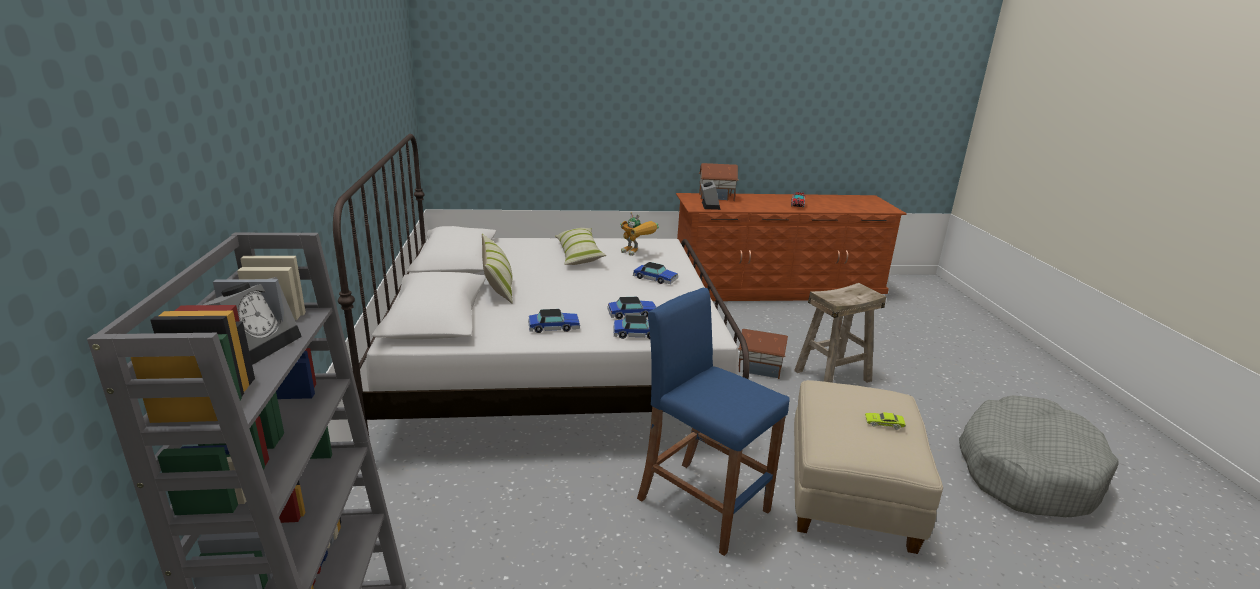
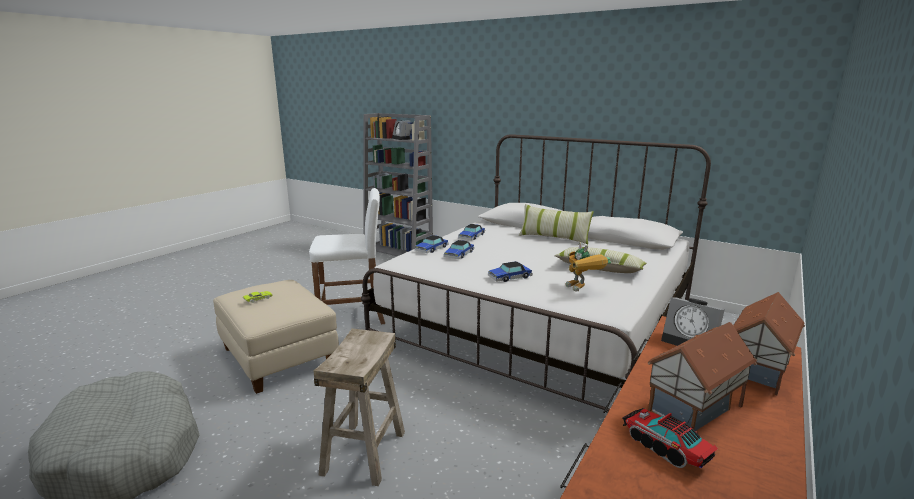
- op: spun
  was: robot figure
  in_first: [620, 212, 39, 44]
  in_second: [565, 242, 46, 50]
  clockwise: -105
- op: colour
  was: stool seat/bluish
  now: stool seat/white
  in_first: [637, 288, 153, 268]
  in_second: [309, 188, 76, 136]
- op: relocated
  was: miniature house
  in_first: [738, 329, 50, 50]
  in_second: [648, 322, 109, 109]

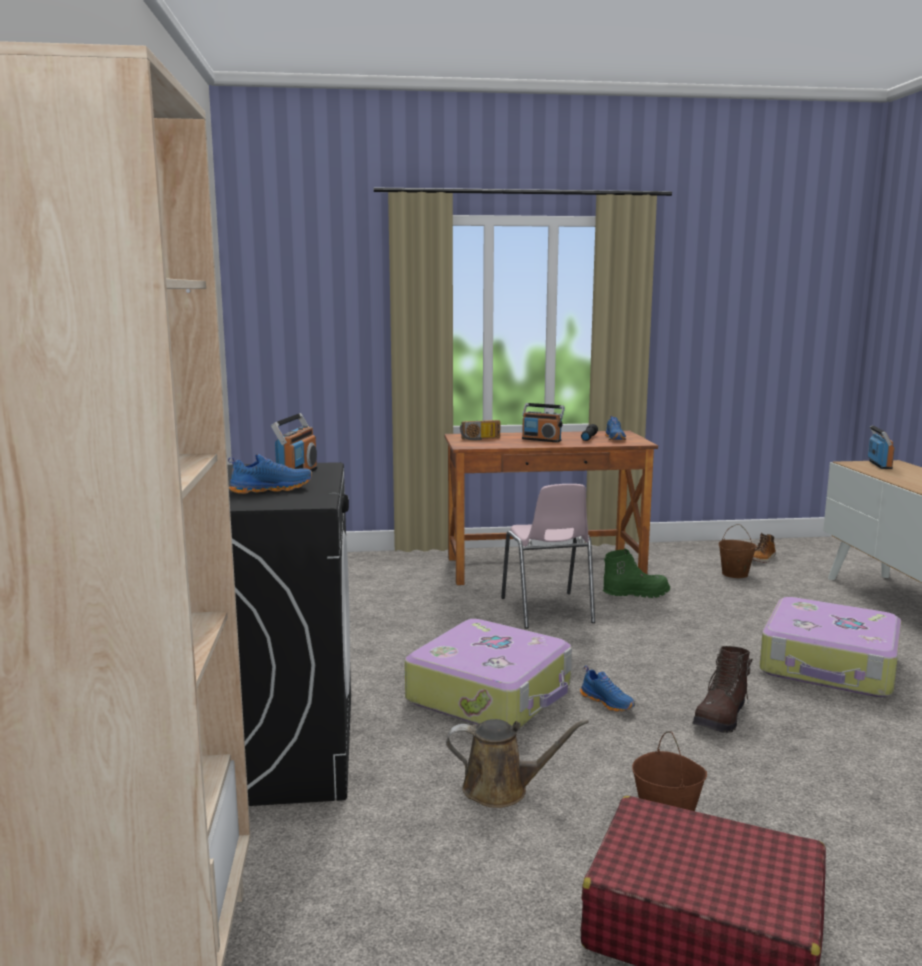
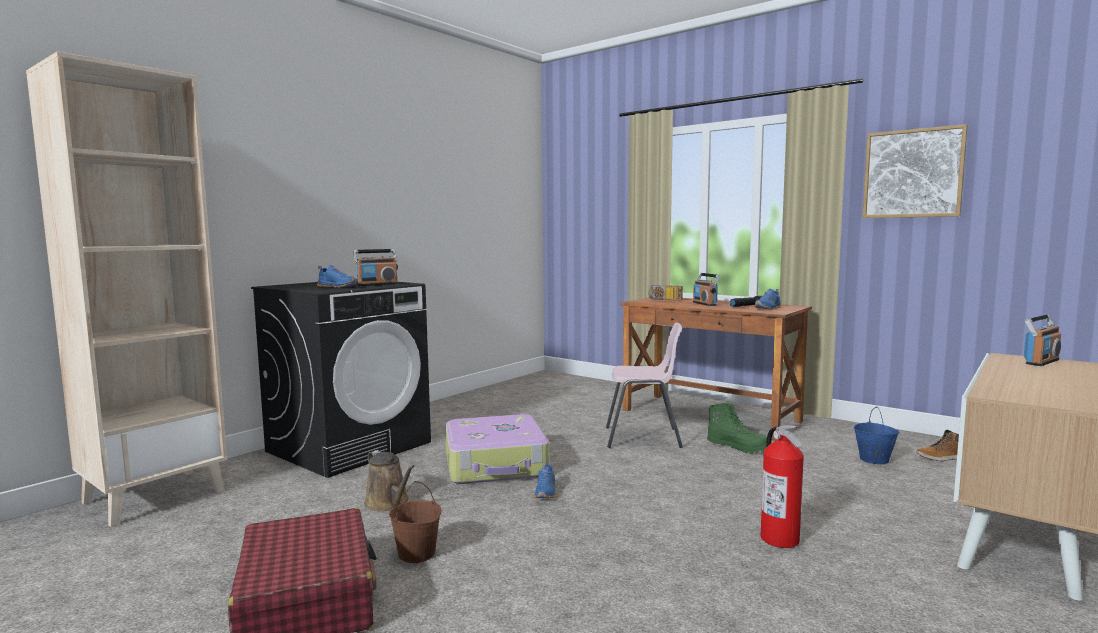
- op: spun
  was: plain chair/pinkish
  in_first: [501, 484, 94, 145]
  in_second: [606, 323, 77, 125]
  clockwise: -120
- op: missing
  was: high-top boot/brown-coloured
  in_first: [692, 646, 61, 87]
- op: colour
  was: water bucket/brown-coloured
  now: water bucket/bluish
  in_first: [719, 524, 38, 54]
  in_second: [854, 407, 45, 57]
- op: exchanged
  was: travel case
  now: fire-fighting cylinder
  in_first: [759, 597, 143, 100]
  in_second: [761, 425, 43, 123]
- op: appeared
  now: picture
  in_second: [862, 124, 106, 94]

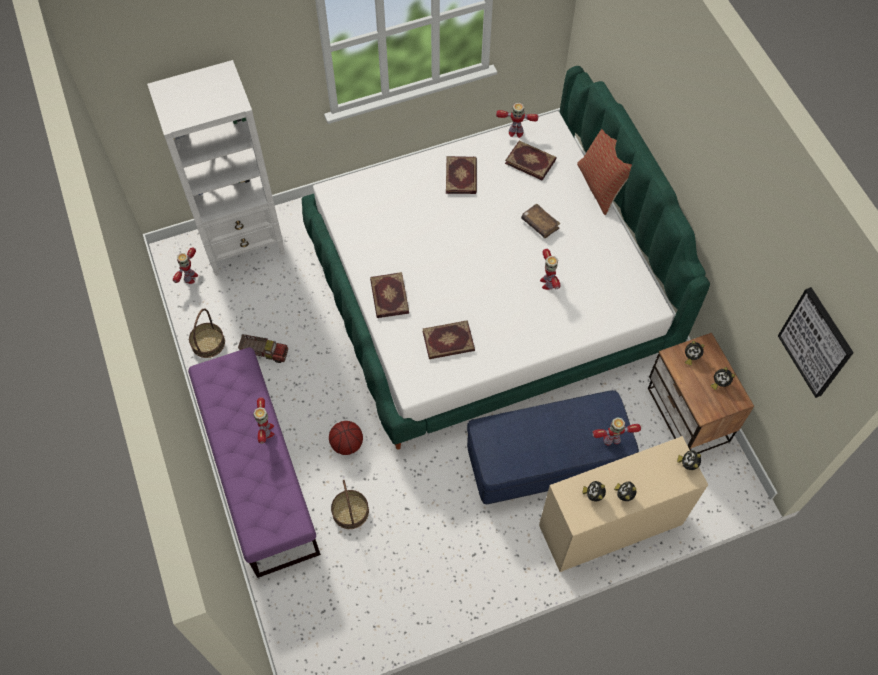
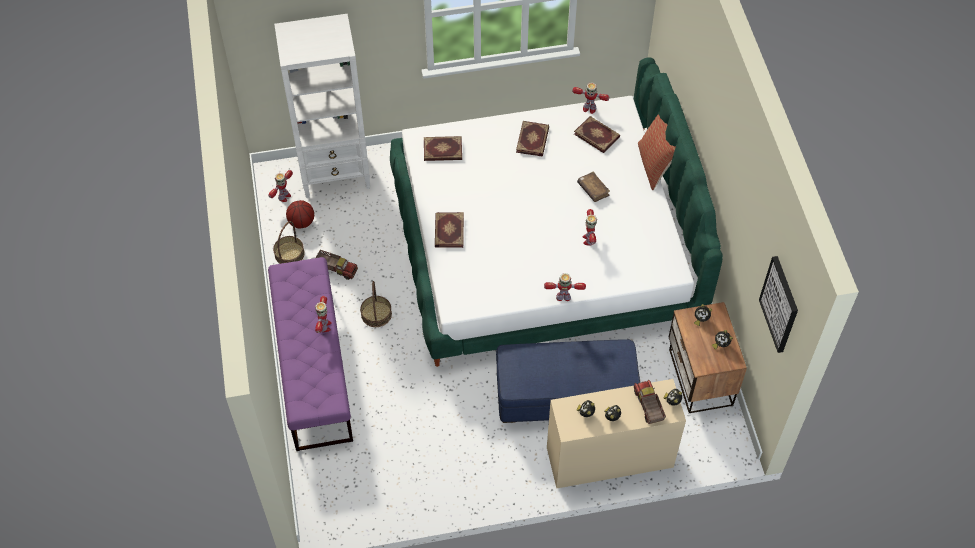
- op: relocated
  was: basketball
  in_first: [329, 421, 34, 34]
  in_second: [286, 200, 28, 28]
- op: relocated
  was: storage basket
  in_first: [331, 480, 38, 49]
  in_second: [360, 281, 32, 46]
- op: relocated
  was: book
  in_first: [423, 320, 52, 39]
  in_second: [424, 136, 38, 25]
- op: relocated
  was: robot figure
  in_first: [592, 417, 49, 28]
  in_second: [544, 273, 42, 28]
- op: appeared
  now: toy lorry
  in_second: [633, 380, 33, 44]

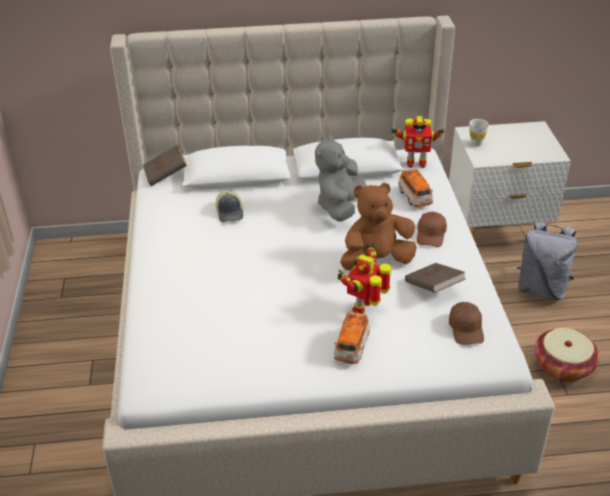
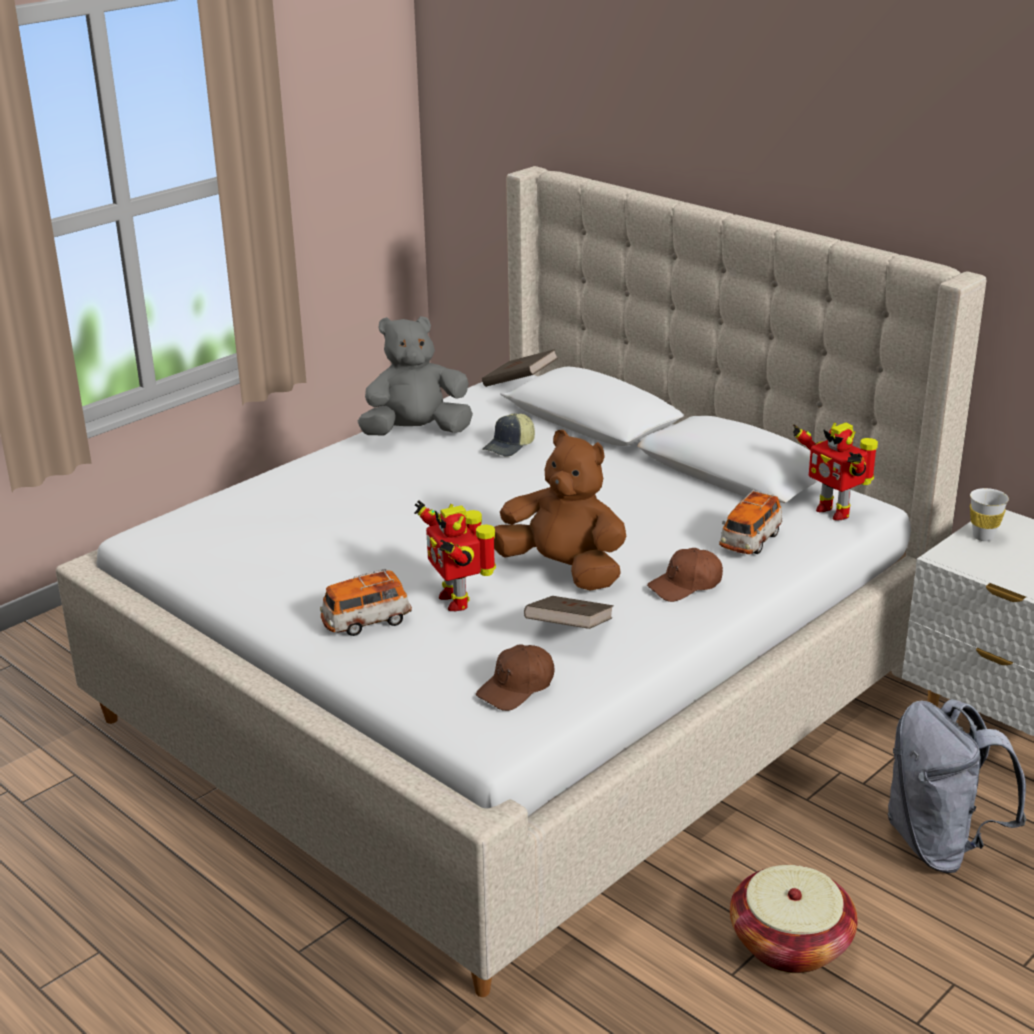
- op: relocated
  was: soft toy/gray
  in_first: [315, 135, 52, 87]
  in_second: [358, 316, 115, 119]
- op: spun
  was: robot figure
  in_first: [338, 242, 53, 72]
  in_second: [414, 500, 82, 111]
  clockwise: -105

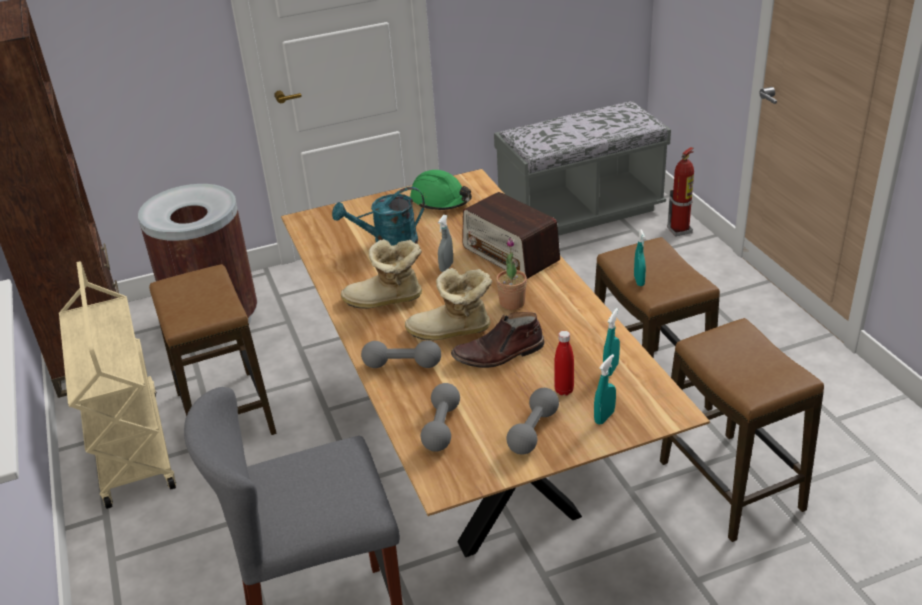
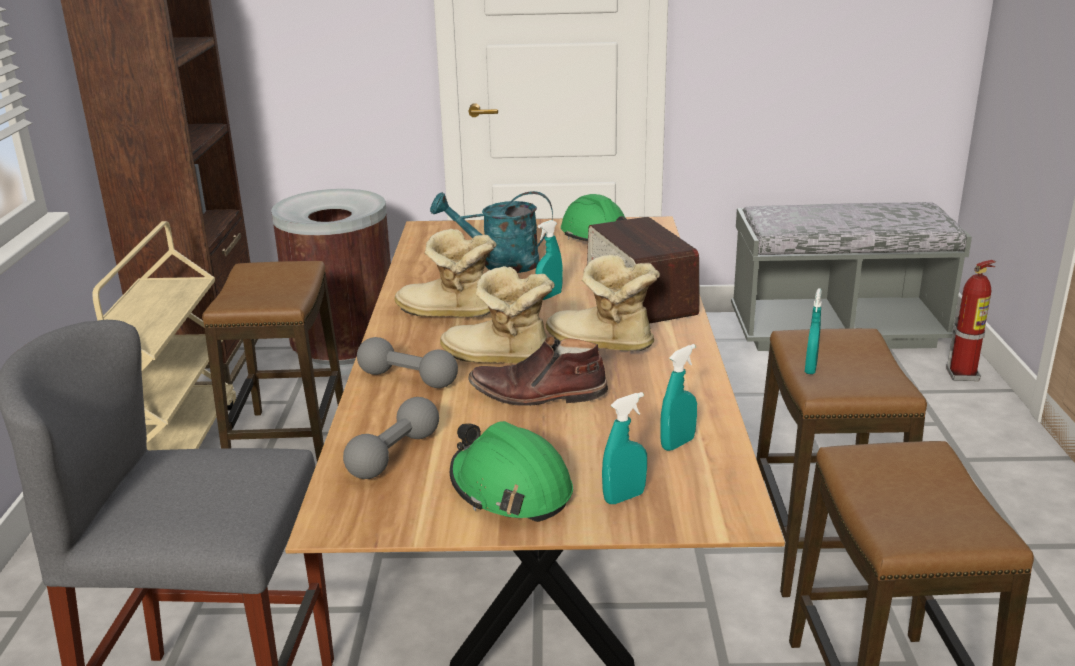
- op: colour
  was: spray bottle/gray
  now: spray bottle/turquoise-coloured
  in_first: [438, 215, 15, 57]
  in_second: [535, 220, 28, 80]
- op: exchanged
  was: potted plant
  now: high-top boot
  in_first: [496, 238, 31, 72]
  in_second: [546, 254, 114, 97]
- op: exchanged
  was: hand weight/gray
  now: safety helmet/green
  in_first: [506, 388, 53, 67]
  in_second: [450, 421, 123, 101]
- op: missing
  was: drink bottle/reddish
  in_first: [554, 331, 20, 64]

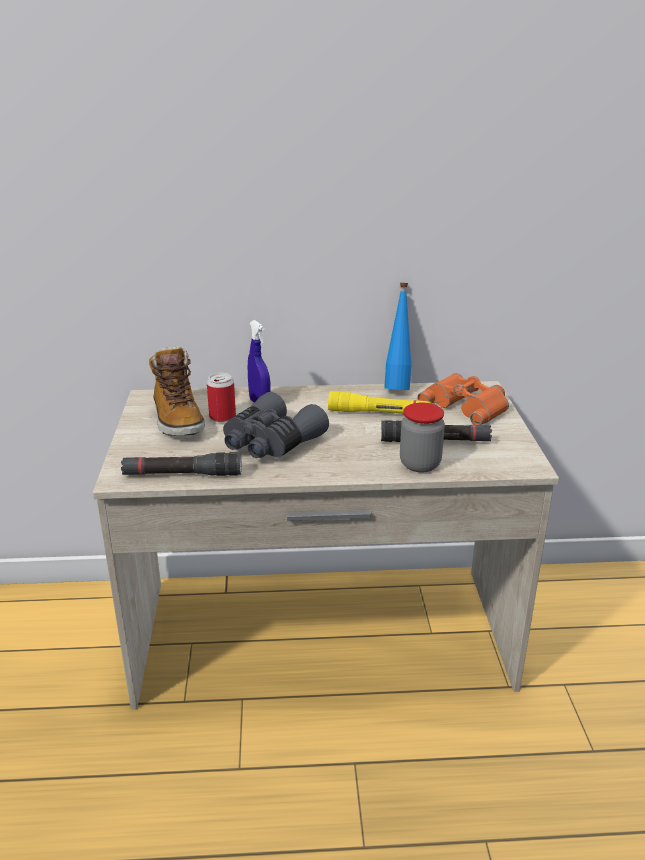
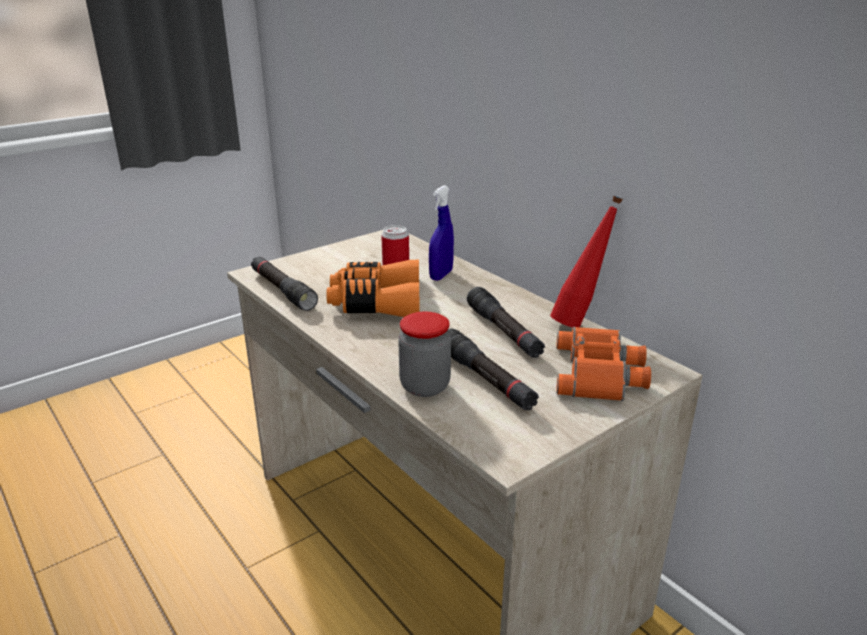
- op: missing
  was: high-top boot
  in_first: [149, 346, 56, 90]
- op: colour
  was: field glasses/gray
  now: field glasses/orange
  in_first: [223, 392, 106, 66]
  in_second: [326, 260, 94, 57]
- op: colour
  was: hand torch/yellowish
  now: hand torch/blackish
  in_first: [328, 391, 104, 23]
  in_second: [467, 287, 78, 71]
- op: colour
  was: drink bottle/bluish
  now: drink bottle/reddish
  in_first: [384, 283, 27, 107]
  in_second: [550, 195, 73, 132]

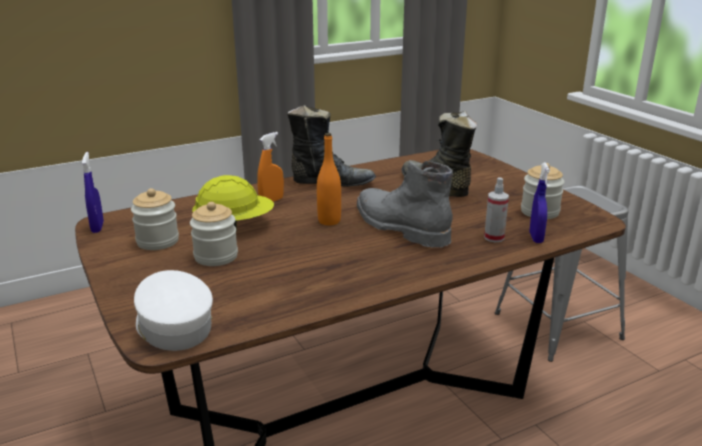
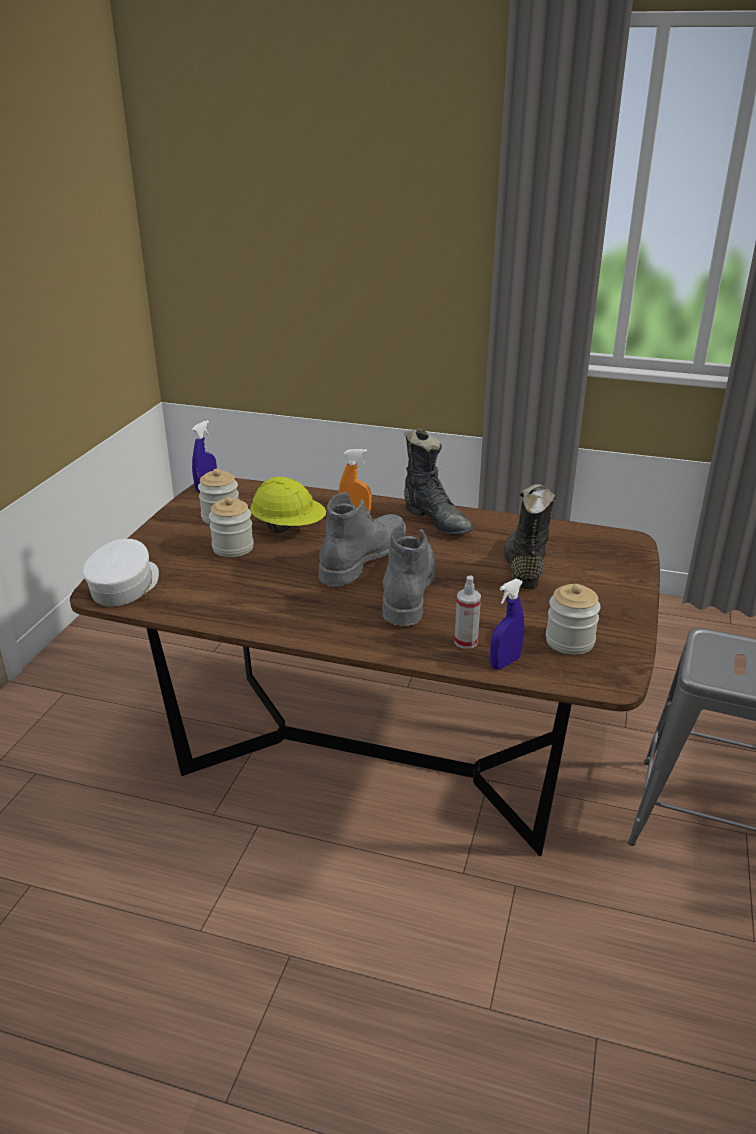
- op: exchanged
  was: drink bottle/orange
  now: high-top boot/gray
  in_first: [317, 133, 24, 92]
  in_second: [318, 492, 88, 94]

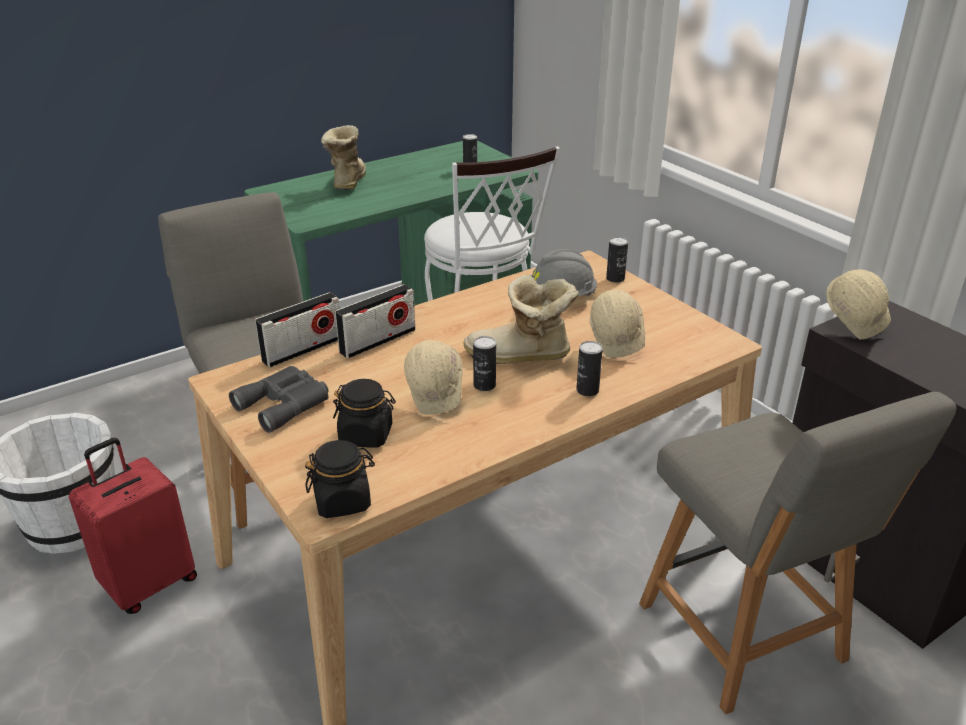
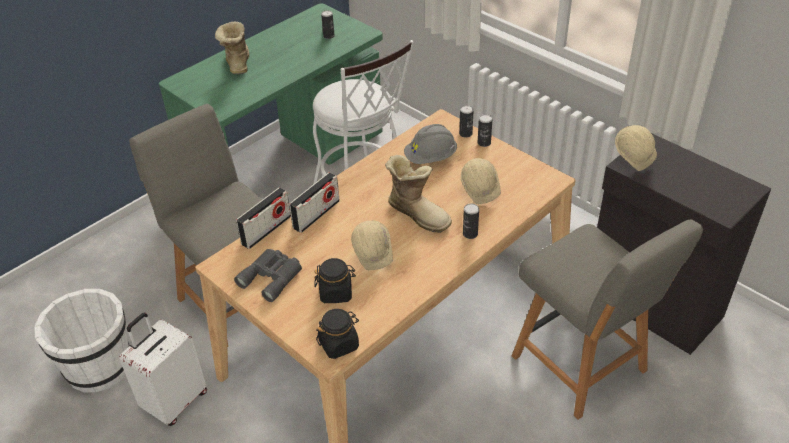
- op: colour
  was: travel case/reddish
  now: travel case/white
  in_first: [69, 438, 128, 176]
  in_second: [119, 313, 88, 113]
- op: spun
  was: high-top boot
  in_first: [463, 275, 116, 89]
  in_second: [385, 155, 67, 78]
  clockwise: -135
- op: relocated
  was: can
  in_first: [473, 336, 23, 55]
  in_second: [478, 114, 14, 33]

